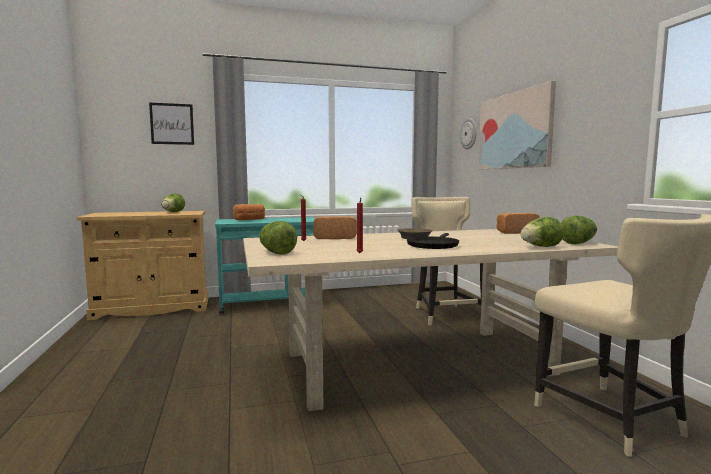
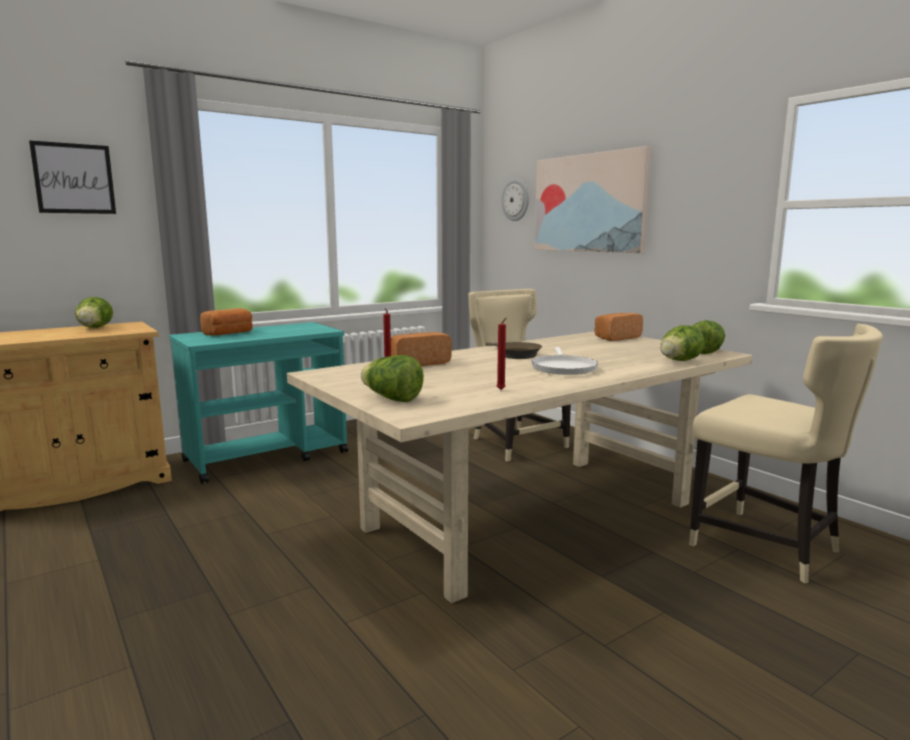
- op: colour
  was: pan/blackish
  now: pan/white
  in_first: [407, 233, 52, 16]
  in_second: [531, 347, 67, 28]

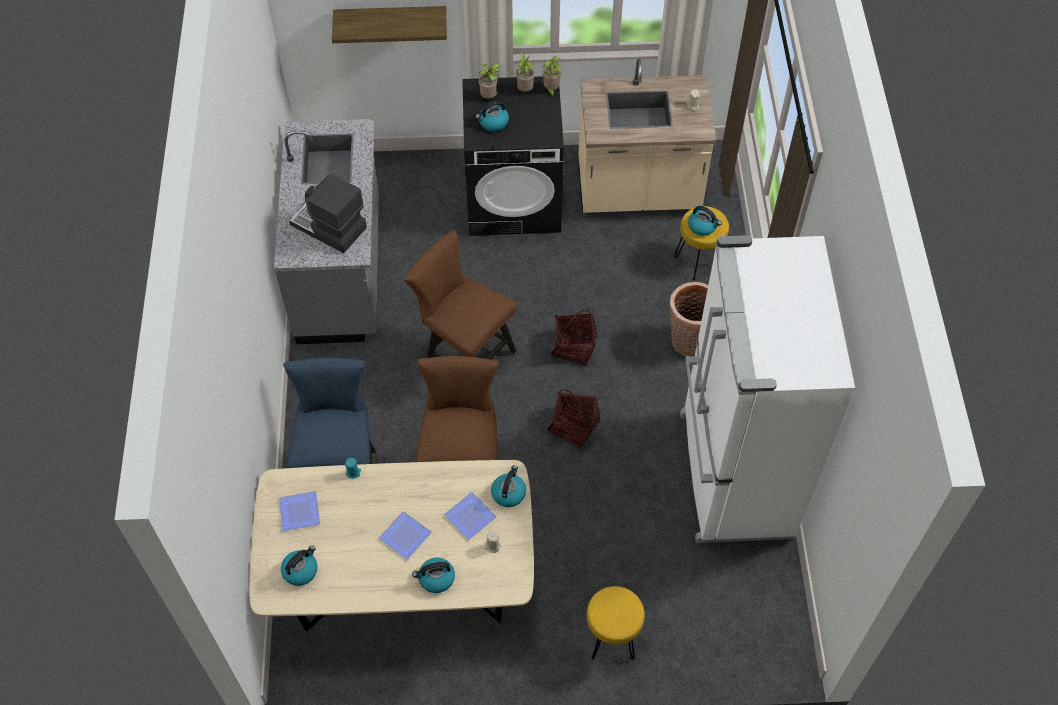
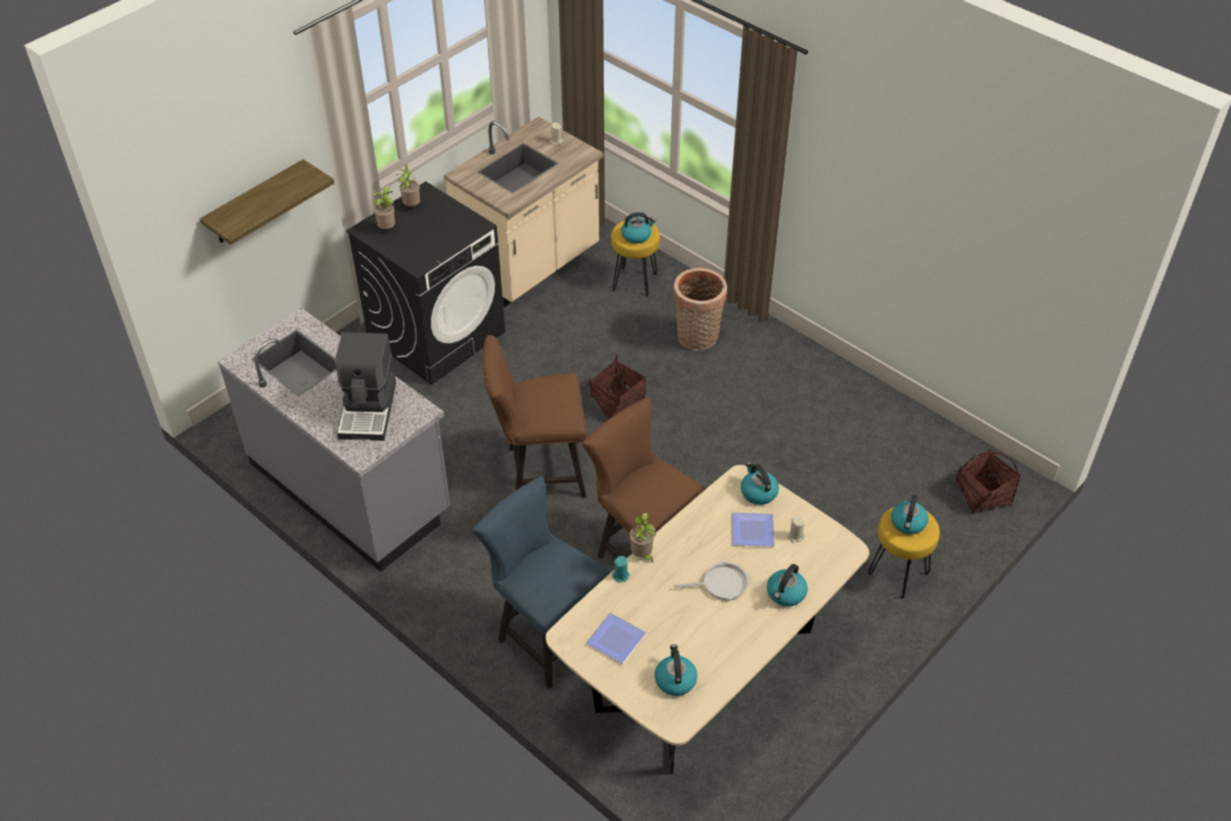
- op: spun
  was: coffee machine
  in_first: [289, 174, 78, 79]
  in_second: [335, 332, 61, 109]
  clockwise: -75
- op: exchanged
  was: dinner plate
  now: pan
  in_first: [379, 511, 53, 49]
  in_second: [673, 561, 78, 40]
- op: relocated
  was: tea kettle
  in_first: [475, 101, 34, 30]
  in_second: [891, 495, 37, 39]
- op: relocated
  was: potted plant
  in_first: [542, 57, 19, 40]
  in_second: [630, 513, 26, 49]
- op: relocated
  was: storage basket
  in_first: [548, 389, 52, 61]
  in_second: [955, 449, 65, 64]
- op: missing
  was: refrigerator/white
  in_first: [680, 235, 175, 308]

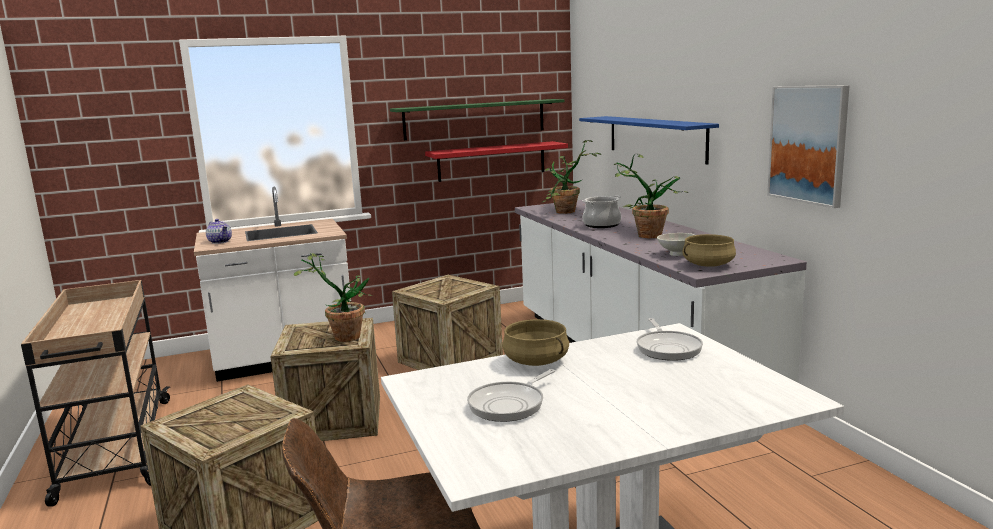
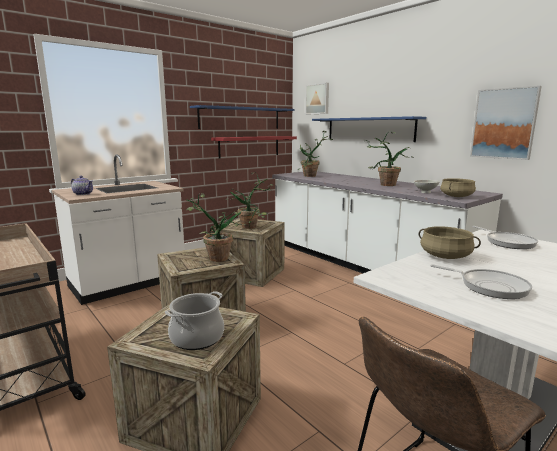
- op: colour
  was: shelf/green
  now: shelf/bluish
  in_first: [390, 99, 175, 41]
  in_second: [190, 105, 105, 24]
- op: spun
  was: pan
  in_first: [467, 369, 88, 53]
  in_second: [430, 264, 102, 35]
  clockwise: -75
- op: relocated
  was: saucepot
  in_first: [582, 196, 39, 32]
  in_second: [165, 291, 59, 59]
- op: appeared
  now: potted plant
  in_second: [226, 172, 47, 57]
- op: appeared
  now: picture
  in_second: [305, 83, 24, 32]

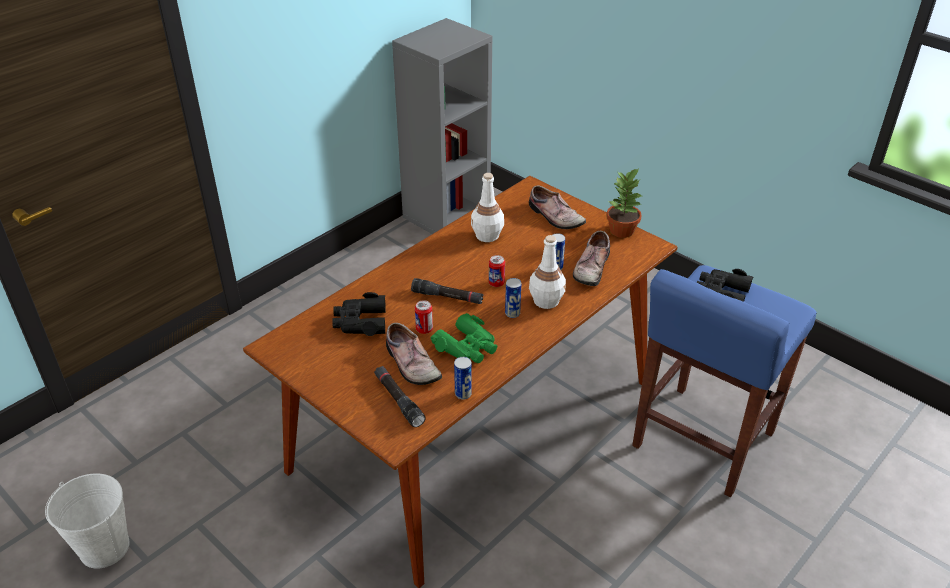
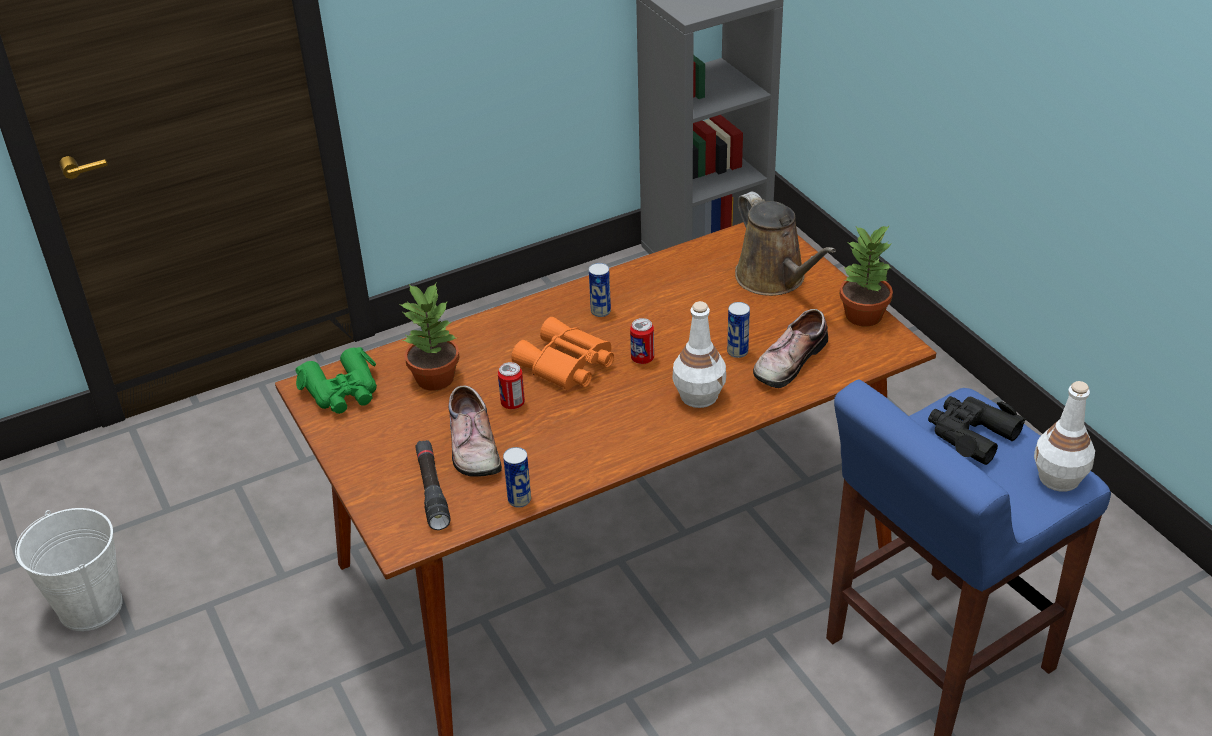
- op: exchanged
  was: field glasses/blackish
  now: potted plant
  in_first: [332, 292, 54, 44]
  in_second: [399, 283, 61, 108]
- op: exchanged
  was: hand torch/blackish
  now: field glasses/orange
  in_first: [411, 278, 73, 26]
  in_second: [511, 317, 103, 73]
- op: relocated
  was: field glasses/green
  in_first: [430, 313, 67, 50]
  in_second: [295, 347, 82, 67]
- op: relocated
  was: drink bottle/white
  in_first: [471, 173, 33, 69]
  in_second: [1034, 381, 61, 111]
- op: relocated
  was: can
  in_first: [505, 278, 16, 40]
  in_second: [589, 263, 22, 54]
- op: exchanged
  was: low shoe
  now: sprinkling can/brown-coloured
  in_first: [529, 186, 57, 43]
  in_second: [735, 192, 101, 104]

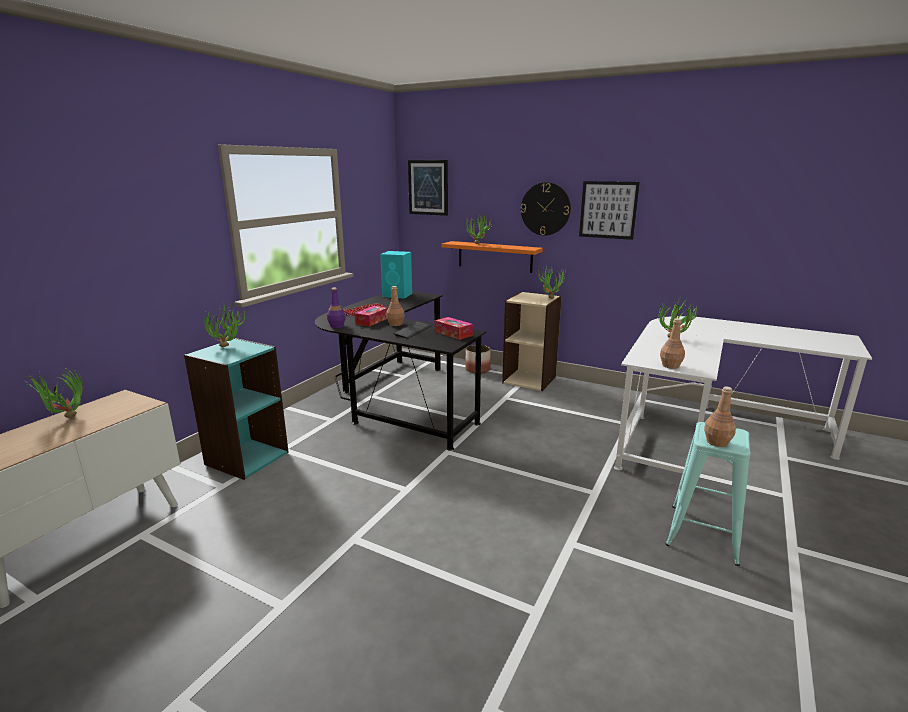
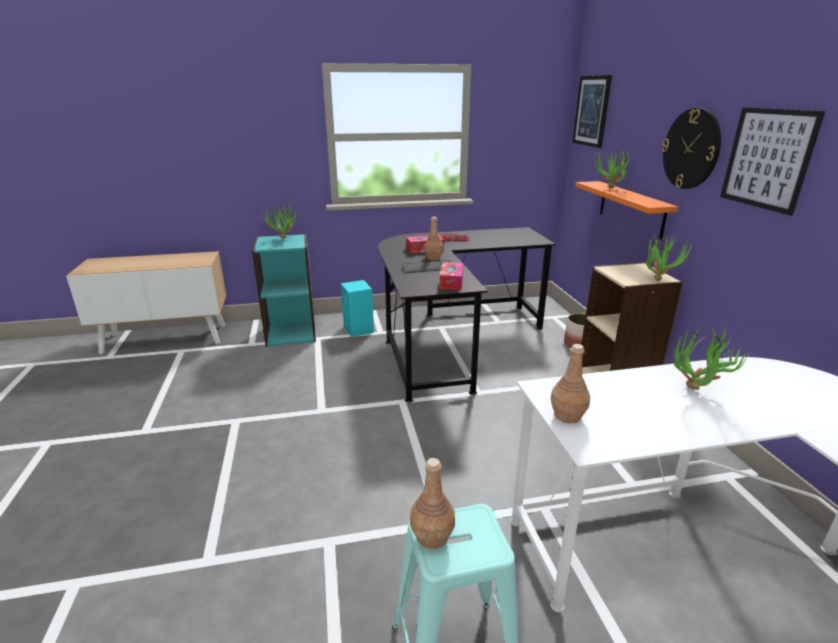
- op: missing
  was: potted plant
  in_first: [25, 368, 58, 50]
- op: missing
  was: drink bottle/purplish
  in_first: [327, 287, 19, 41]
- op: relocated
  was: speaker/turquoise-coloured
  in_first: [380, 251, 32, 47]
  in_second: [341, 280, 33, 57]

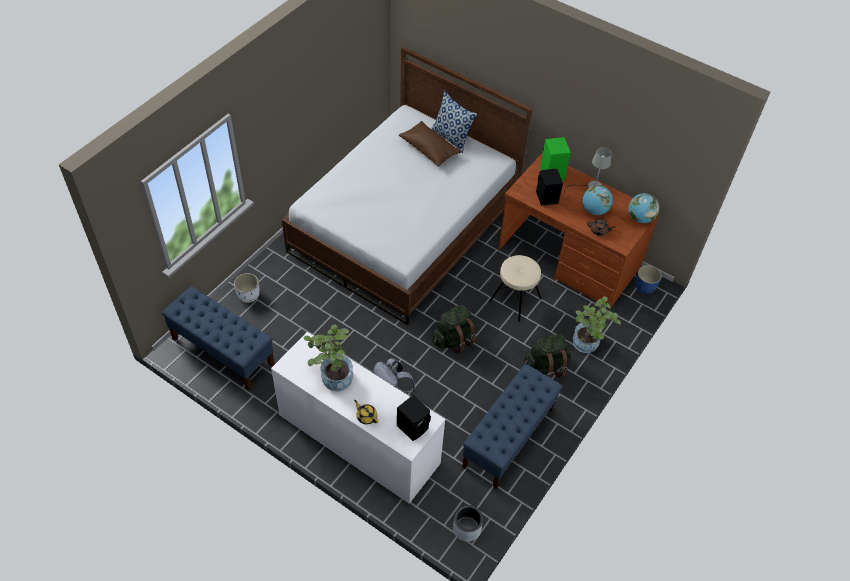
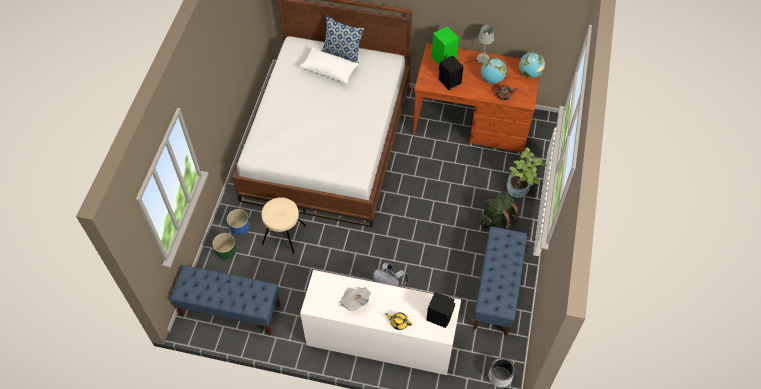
- op: colour
  was: planter/white
  now: planter/green
  in_first: [234, 273, 26, 30]
  in_second: [212, 233, 24, 27]
- op: exchanged
  was: potted plant
  now: newspaper
  in_first: [304, 325, 49, 66]
  in_second: [339, 287, 32, 24]
- op: colour
  was: pillow/brown-coloured
  now: pillow/white
  in_first: [399, 121, 62, 46]
  in_second: [300, 47, 59, 37]
- op: missing
  was: rucksack/green
  in_first: [432, 305, 44, 49]
- op: relocated
  was: stool seat/sand-coloured
  in_first: [489, 255, 53, 67]
  in_second: [261, 197, 45, 57]
- op: relocated
  was: planter/bluish
  in_first: [635, 265, 27, 29]
  in_second: [227, 209, 23, 26]

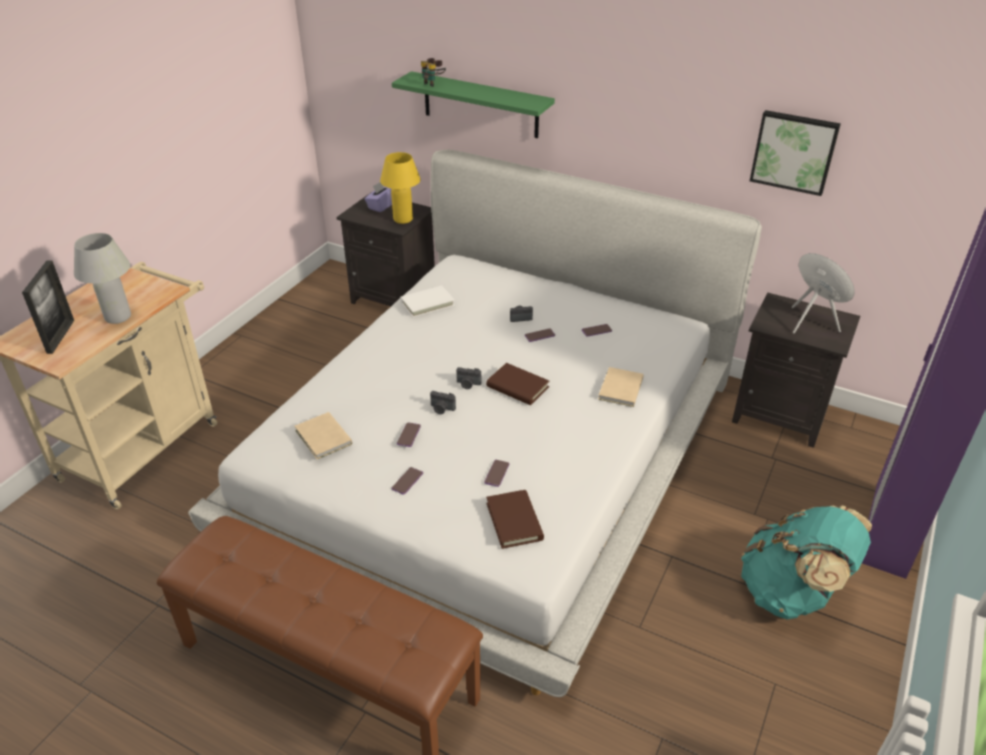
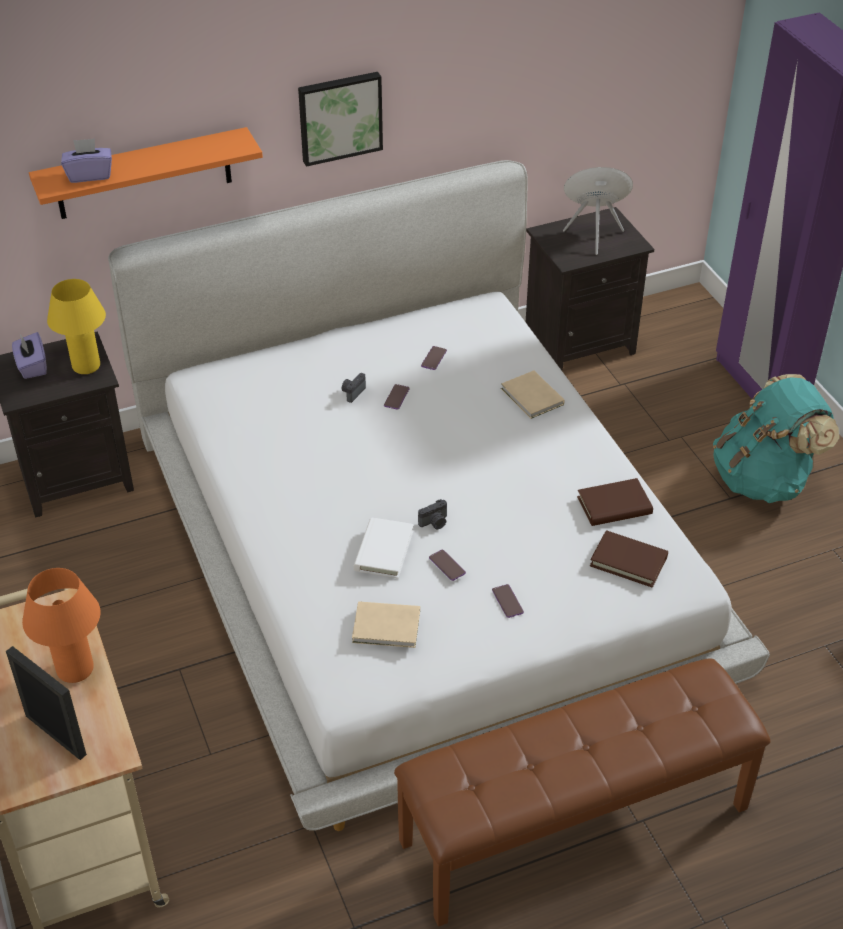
- op: colour
  was: table lamp/white
  now: table lamp/orange
  in_first: [74, 233, 57, 91]
  in_second: [22, 568, 79, 115]
- op: colour
  was: shelf/green
  now: shelf/orange
  in_first: [392, 71, 163, 67]
  in_second: [29, 127, 234, 92]
- op: relocated
  was: book/white
  in_first: [400, 286, 55, 32]
  in_second: [353, 517, 61, 62]
- op: exchanged
  was: field glasses
  now: tissue holder/purplish
  in_first: [421, 58, 25, 29]
  in_second: [61, 138, 51, 45]
- op: missing
  was: still camera
  in_first: [456, 367, 25, 22]
- op: missing
  was: handset
  in_first: [484, 460, 25, 27]
- op: relocated
  was: book/brown-coloured
  in_first: [486, 363, 63, 42]
  in_second: [577, 478, 76, 48]
- op: relocated
  was: picture
  in_first: [750, 110, 91, 86]
  in_second: [298, 72, 85, 95]

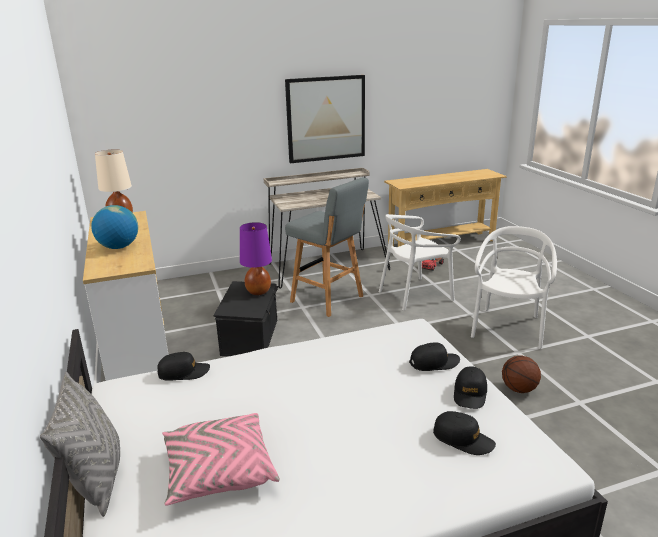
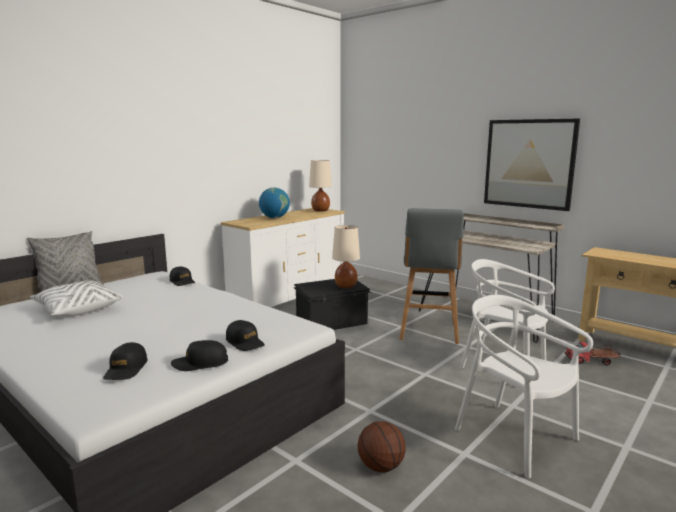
- op: colour
  was: pillow/pinkish
  now: pillow/white
  in_first: [162, 413, 118, 93]
  in_second: [30, 280, 93, 36]
- op: colour
  was: table lamp/purplish
  now: table lamp/sand-coloured
  in_first: [240, 222, 32, 73]
  in_second: [332, 225, 28, 63]
- op: spun
  was: plain chair/white
  in_first: [471, 226, 86, 123]
  in_second: [455, 295, 138, 183]
  clockwise: -120

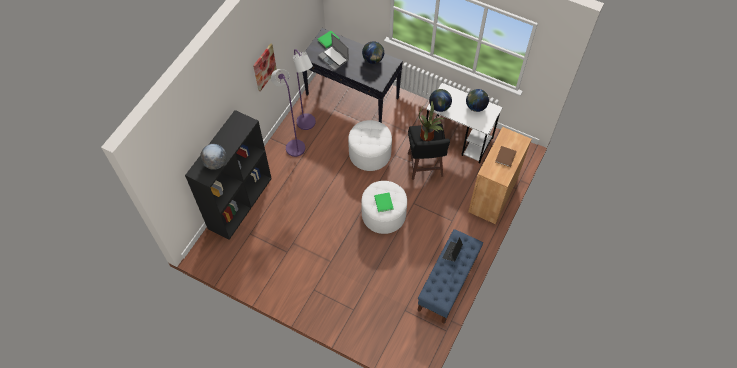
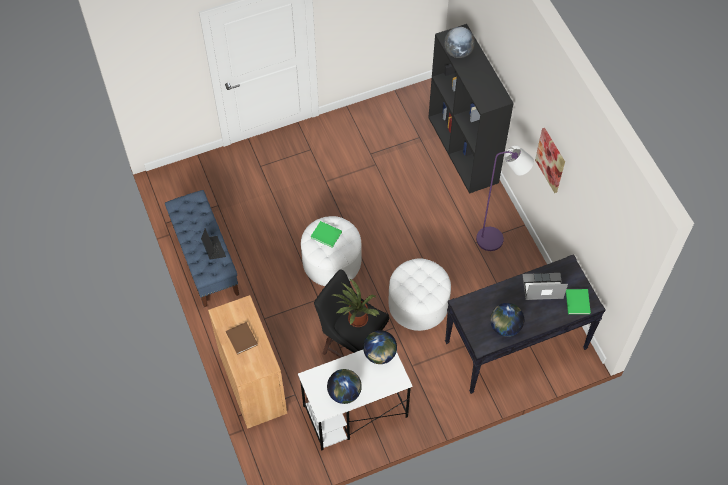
- op: missing
  was: floor lamp/purplish
  in_first: [293, 49, 23, 81]

